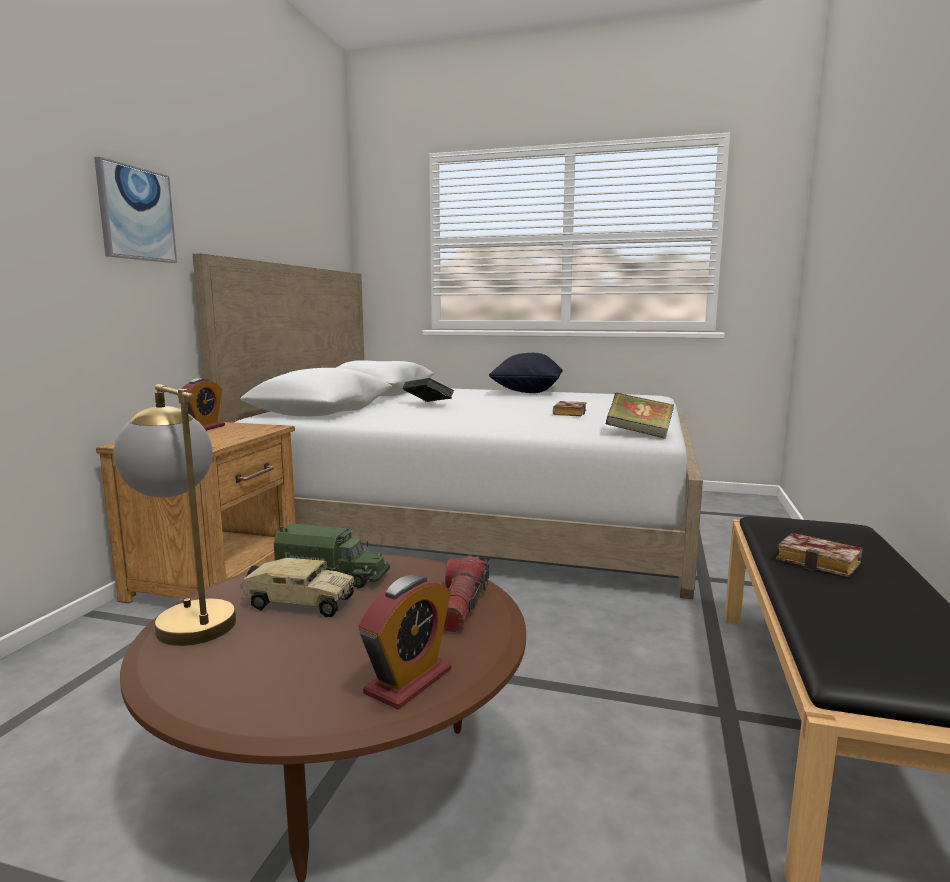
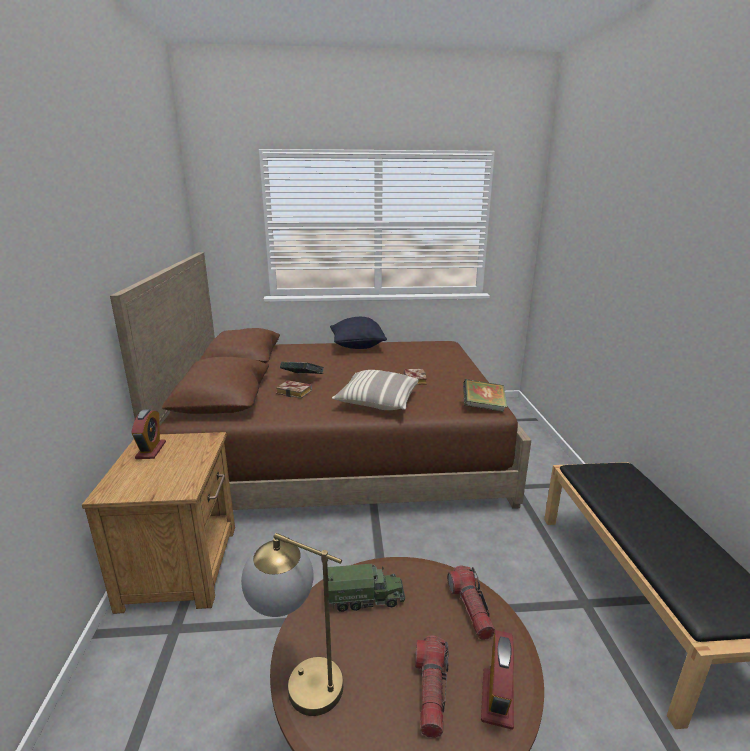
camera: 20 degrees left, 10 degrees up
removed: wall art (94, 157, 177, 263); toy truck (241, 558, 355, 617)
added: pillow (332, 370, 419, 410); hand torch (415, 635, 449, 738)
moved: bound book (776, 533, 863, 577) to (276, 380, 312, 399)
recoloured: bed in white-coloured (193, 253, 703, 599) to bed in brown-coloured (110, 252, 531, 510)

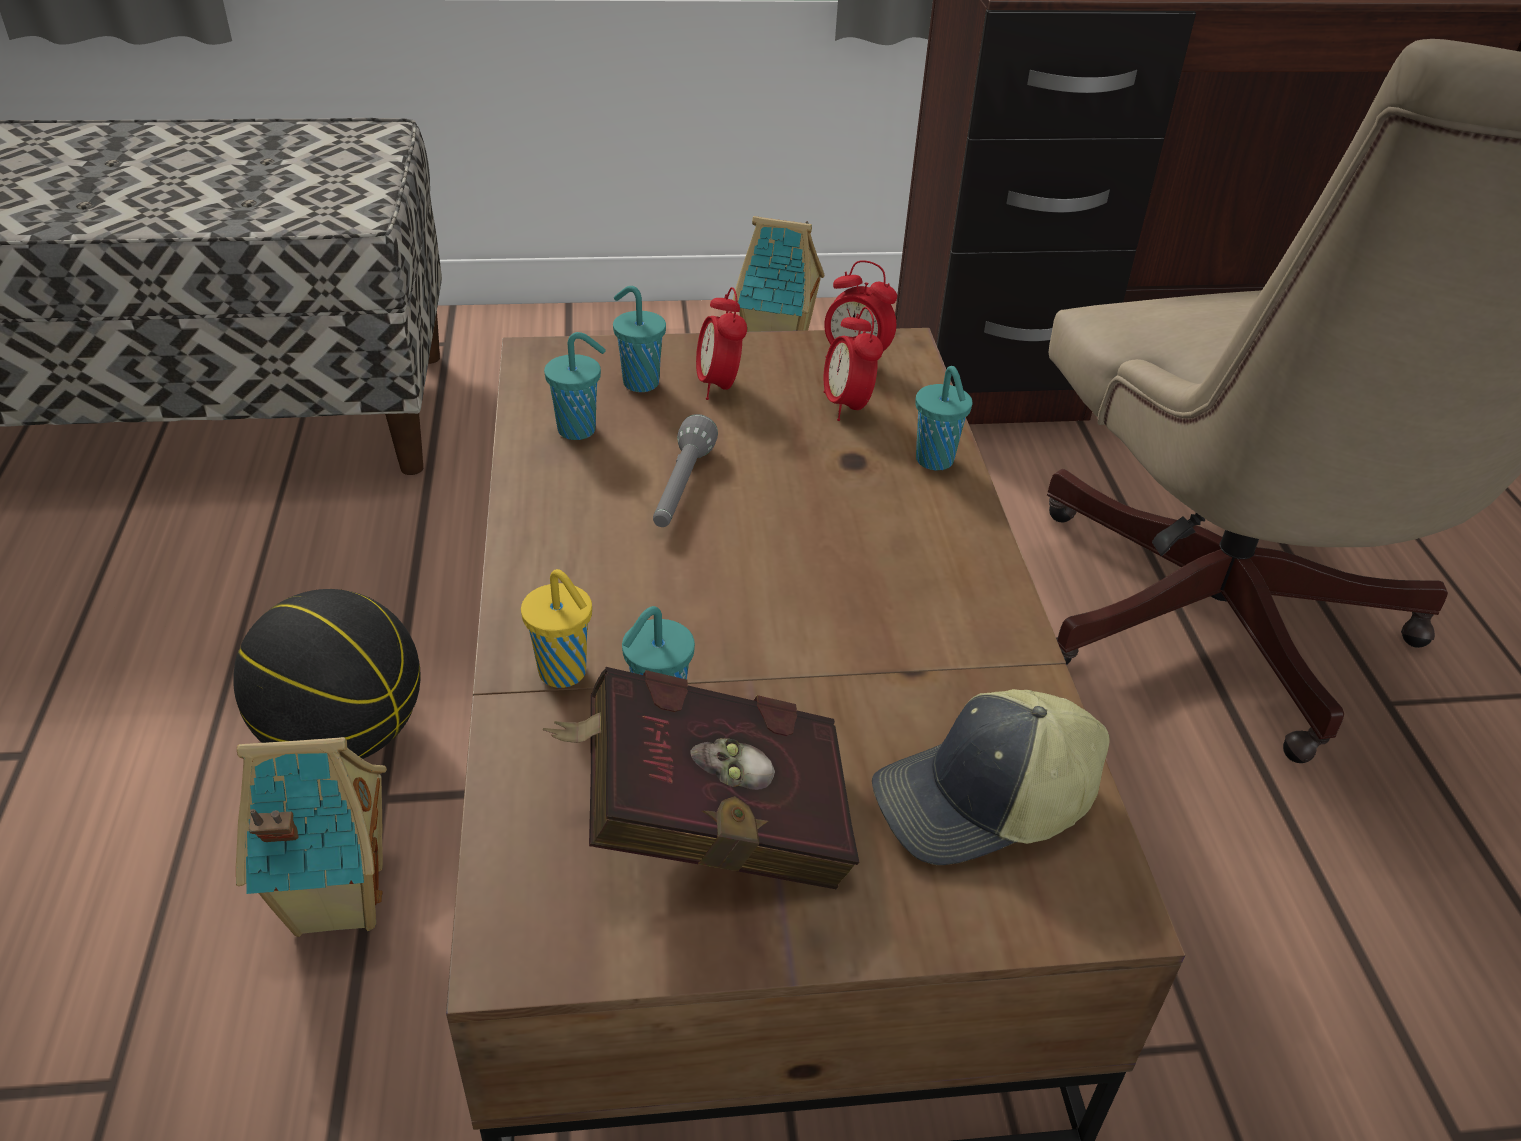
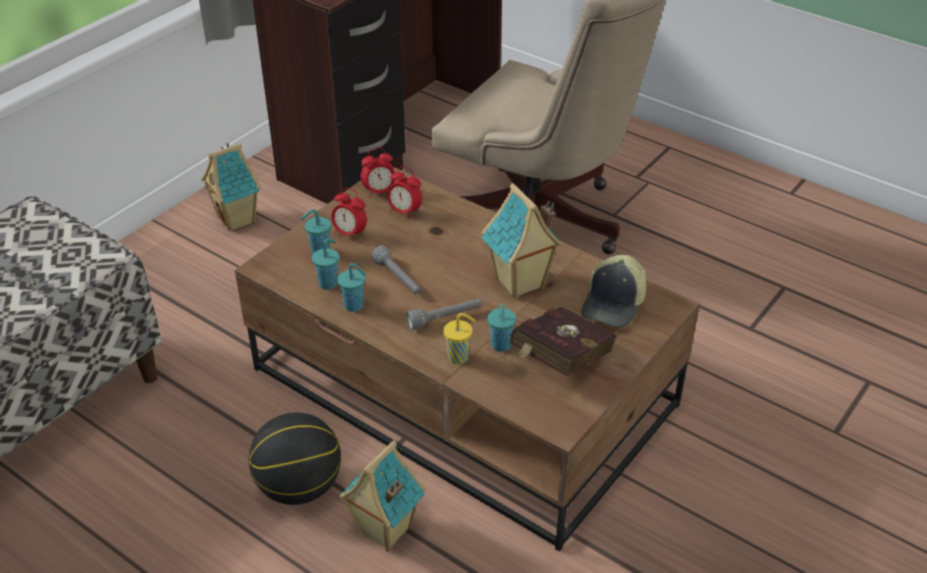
camera: 45 degrees left, 0 degrees up
added: toy house (482, 183, 563, 299); hand torch in grey (406, 299, 482, 330)
moved: drinking cup in turquoise (915, 366, 972, 471) to (337, 263, 366, 312)

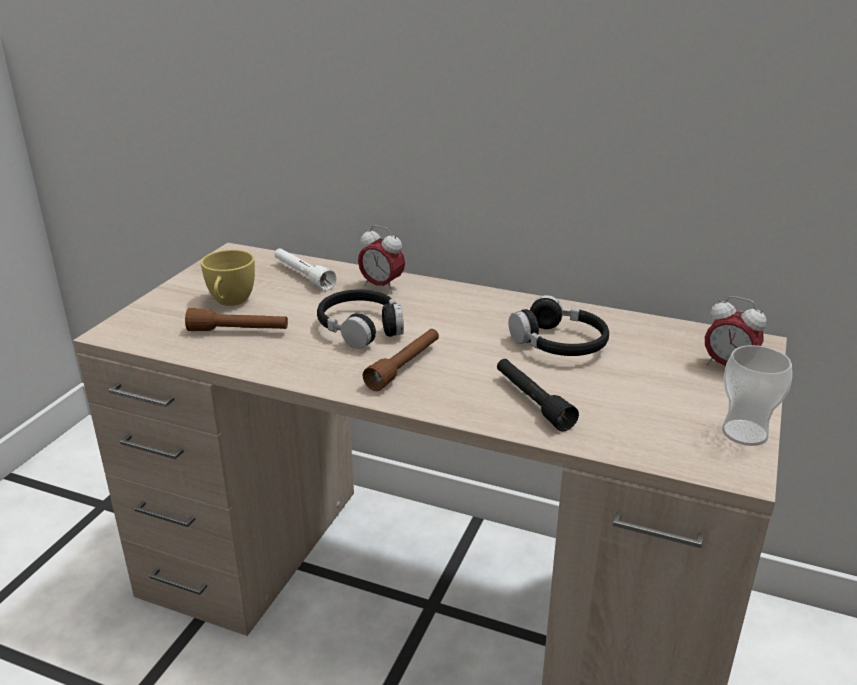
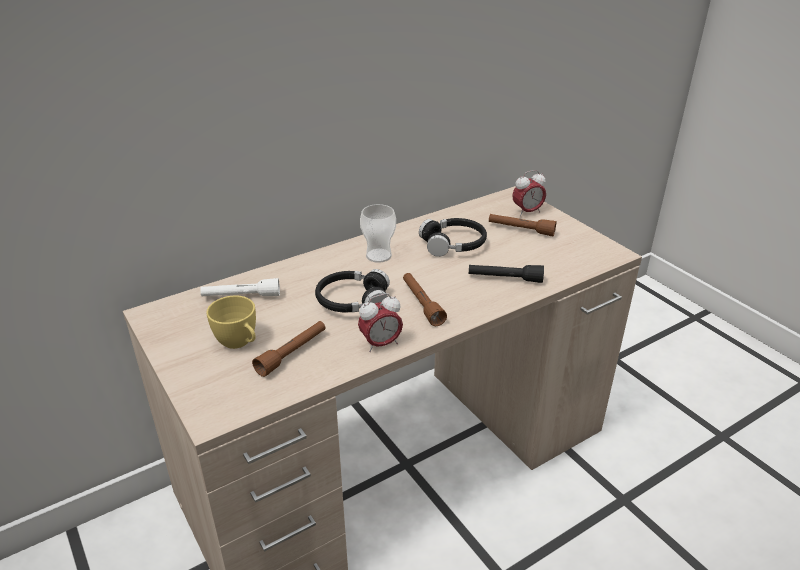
camera: 55 degrees left, 5 degrees up
added: hand torch in brown-coloured (489, 214, 556, 236)
moved: alarm clock (358, 225, 405, 293) to (358, 293, 403, 352); drinking cup (722, 345, 792, 446) to (360, 204, 396, 263)

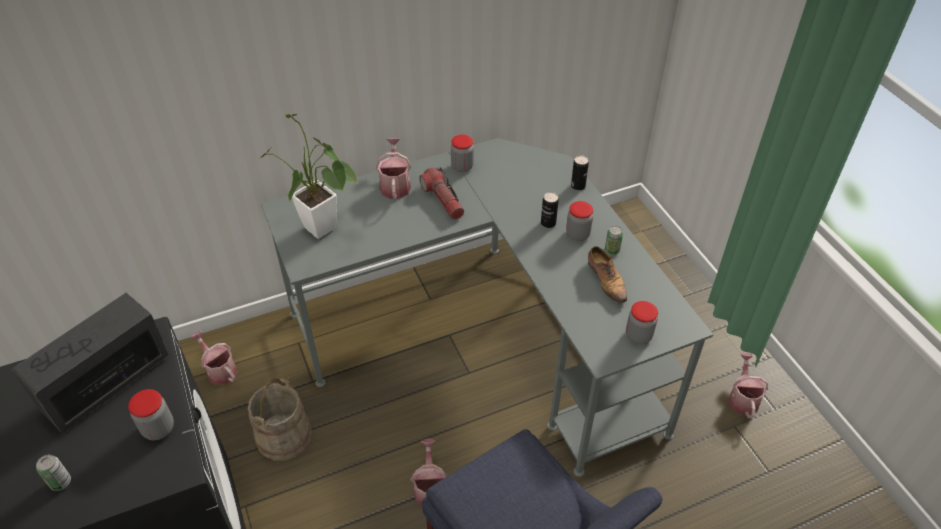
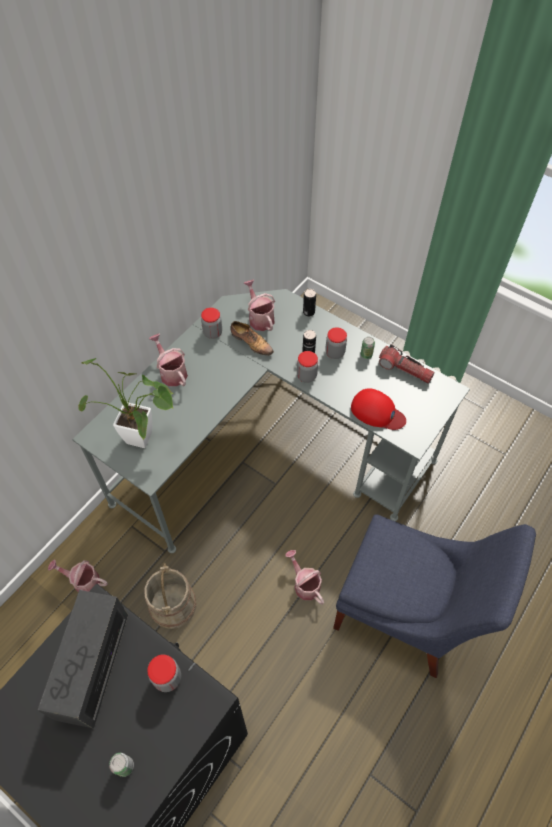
camera: 30 degrees left, 10 degrees up
added: cap in reddish (351, 388, 406, 430)
moved: hand torch (419, 167, 464, 220) to (379, 344, 435, 384); item of footwear (588, 246, 627, 303) to (230, 321, 274, 356); jar (626, 301, 658, 344) to (297, 351, 318, 383); sprinkling can (728, 353, 768, 419) to (243, 280, 275, 331)

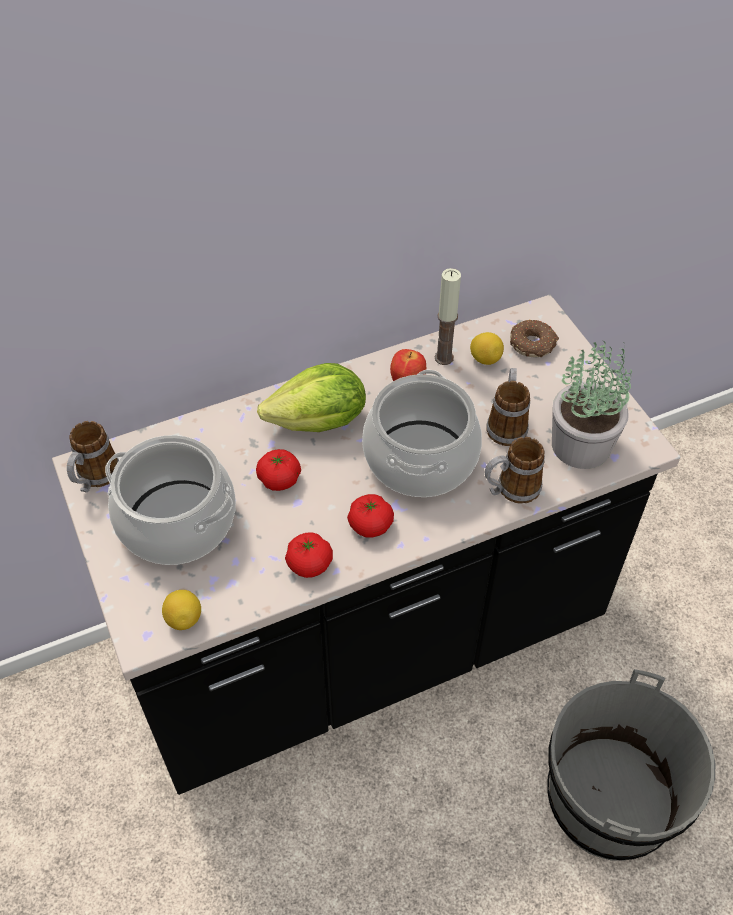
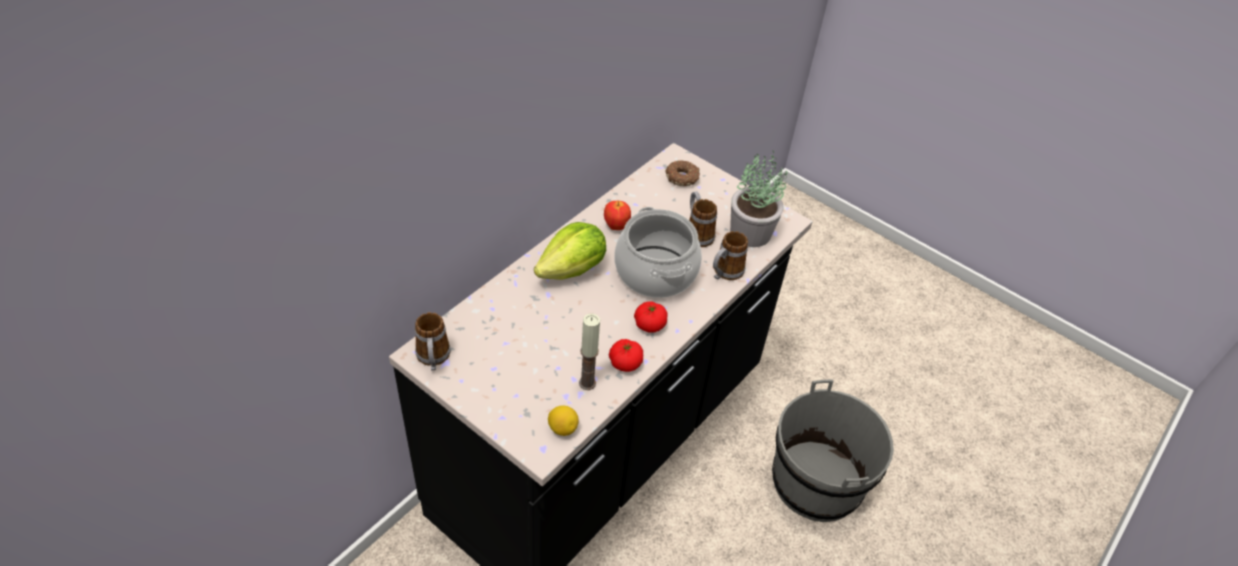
camera: 30 degrees left, 5 degrees down
removed: whole lemon (470, 332, 504, 365); cooking pot (105, 435, 236, 565); whole tomato (256, 449, 301, 491)
moved: wax candle (435, 268, 461, 365) to (579, 313, 600, 390)

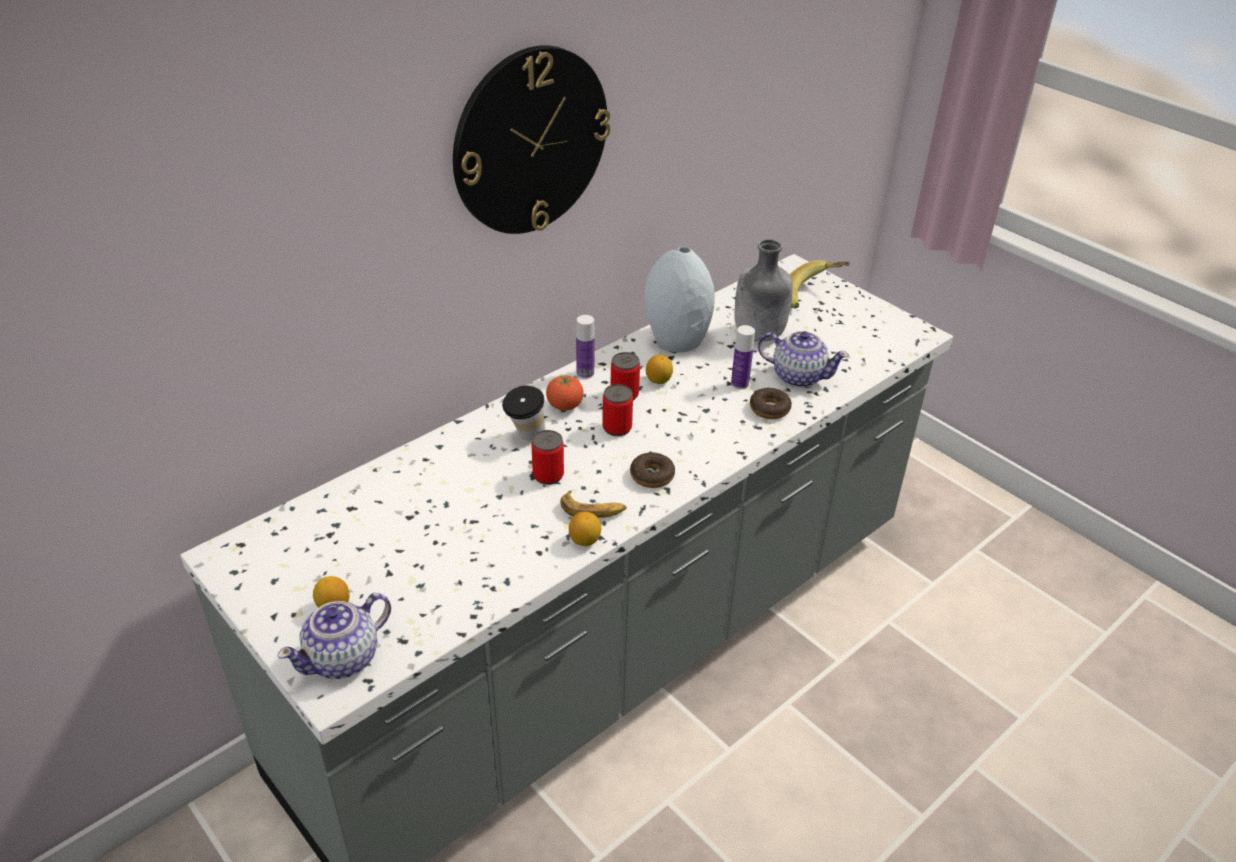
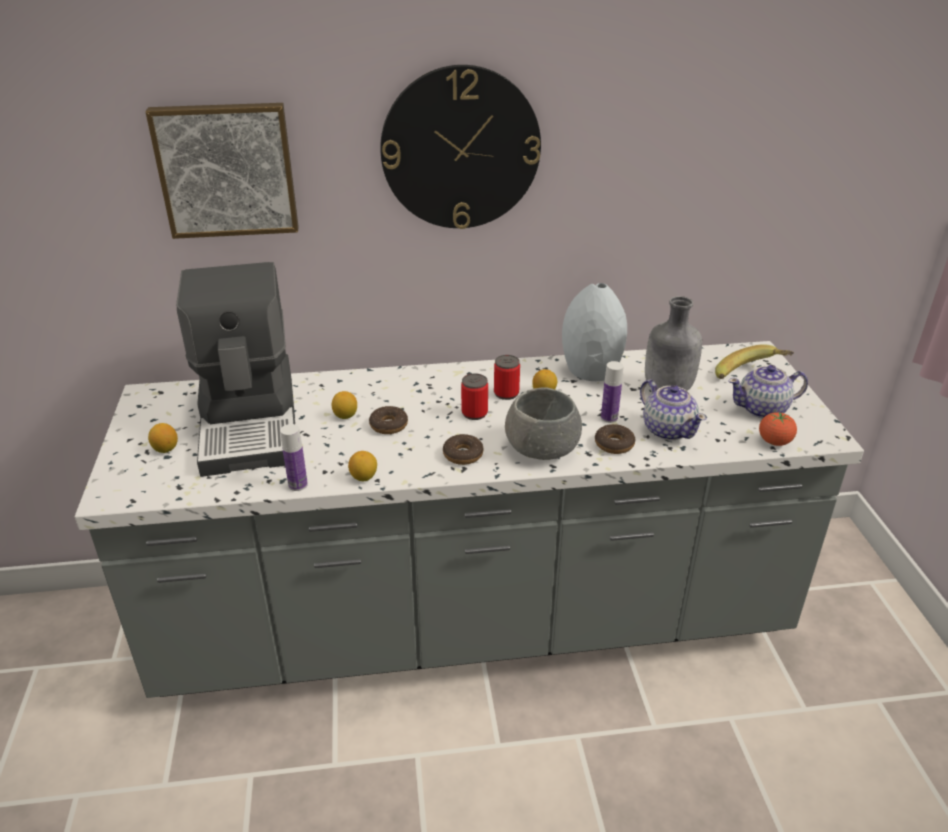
camera: 35 degrees right, 5 degrees down
removed: drinking cup (502, 386, 545, 442); banana (560, 491, 627, 518)
added: wall art (145, 103, 299, 239); coffee maker (176, 262, 295, 477); serving bowl in grey (505, 388, 582, 460); whole lemon (332, 391, 357, 419)
moved: bottle (576, 315, 595, 379) to (280, 424, 308, 491); whole tomato (546, 375, 584, 411) to (759, 412, 797, 446); pot for tea (278, 593, 391, 679) to (728, 365, 808, 418)
replaced: metal can (531, 430, 564, 485) to doughnut (369, 406, 408, 434)

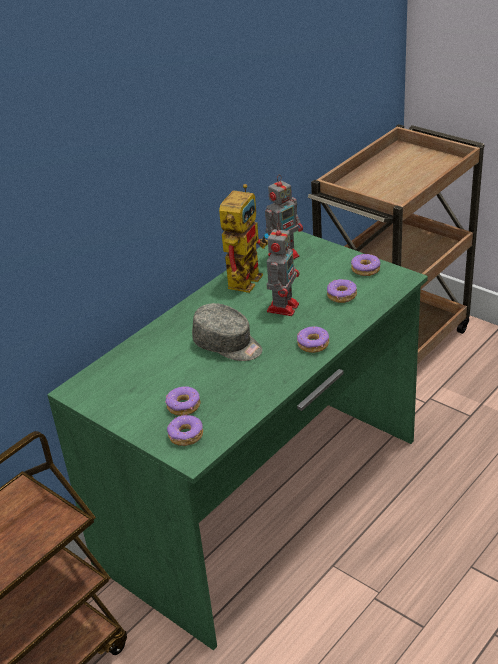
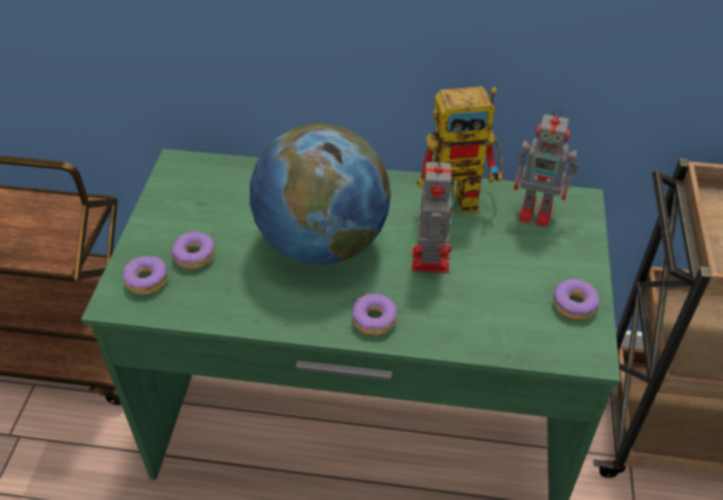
camera: 55 degrees right, 10 degrees up
removed: doughnut (327, 279, 357, 303)
replaced: cap in grey (192, 303, 262, 361) to globe (250, 123, 391, 265)
turned: robot figure (267, 223, 300, 316) = (411, 156, 452, 273) 75 degrees counterclockwise

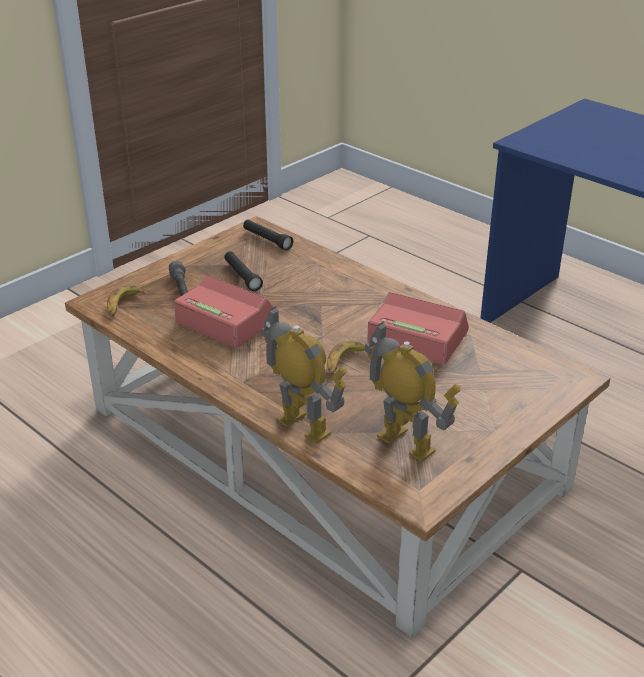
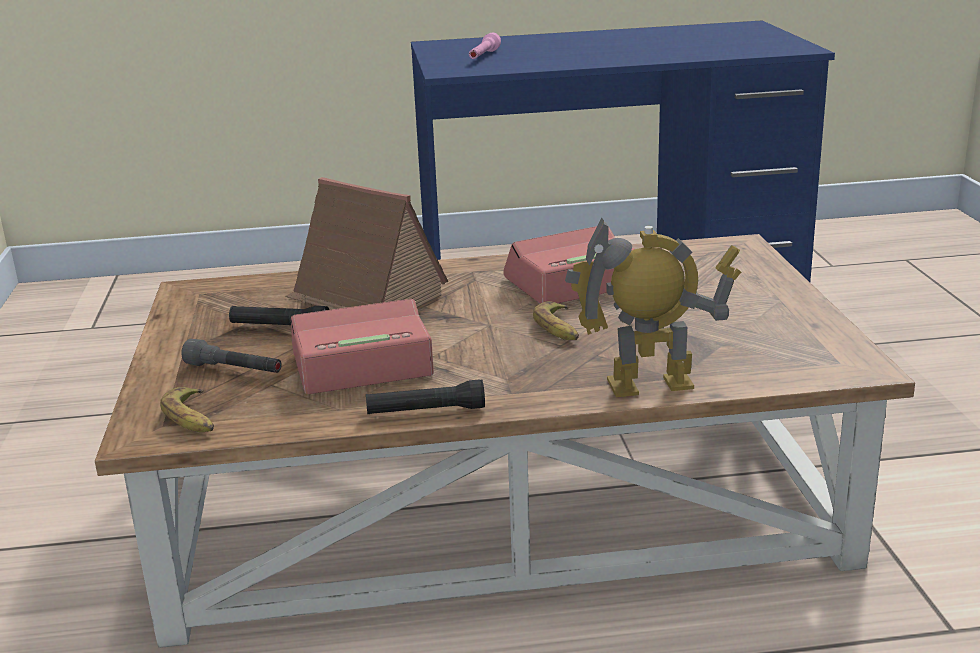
camera: 50 degrees left, 10 degrees down
removed: robot figure (364, 322, 461, 462)
added: hand torch in pink-coloured (469, 33, 501, 59); toy house (285, 177, 448, 310)
moved: hand torch in blackish (243, 220, 293, 251) to (366, 379, 485, 414)

